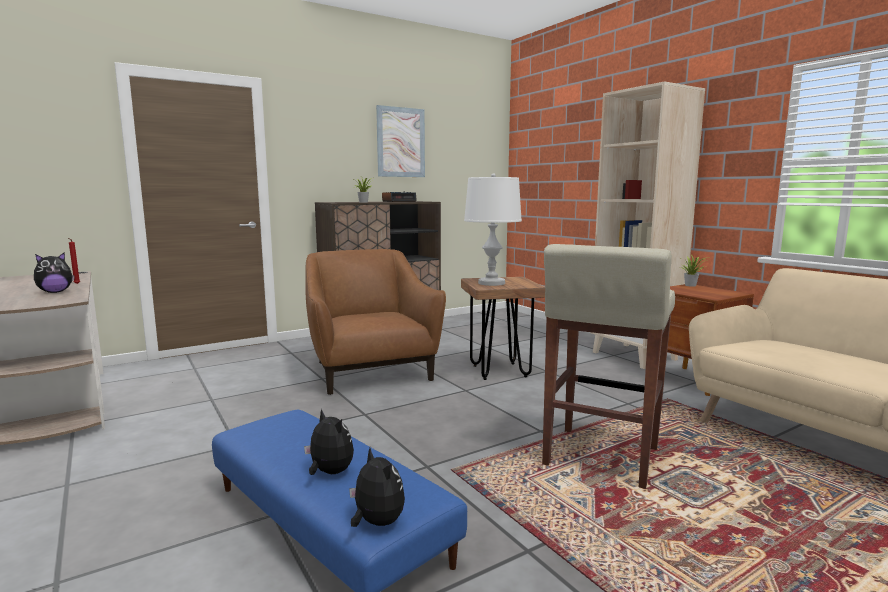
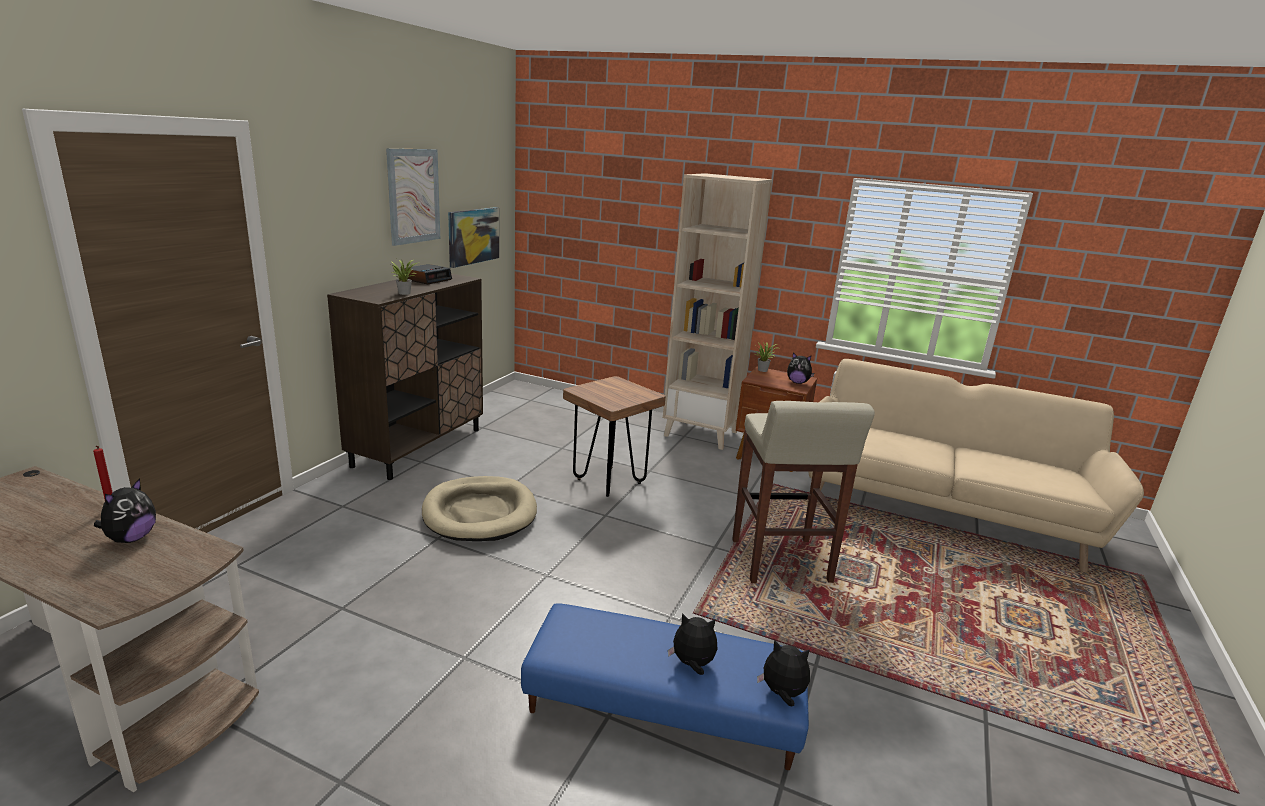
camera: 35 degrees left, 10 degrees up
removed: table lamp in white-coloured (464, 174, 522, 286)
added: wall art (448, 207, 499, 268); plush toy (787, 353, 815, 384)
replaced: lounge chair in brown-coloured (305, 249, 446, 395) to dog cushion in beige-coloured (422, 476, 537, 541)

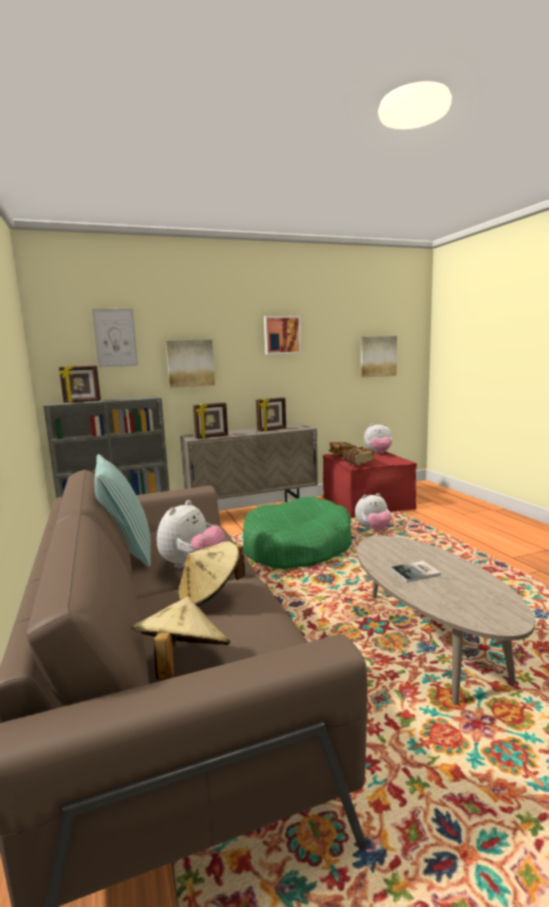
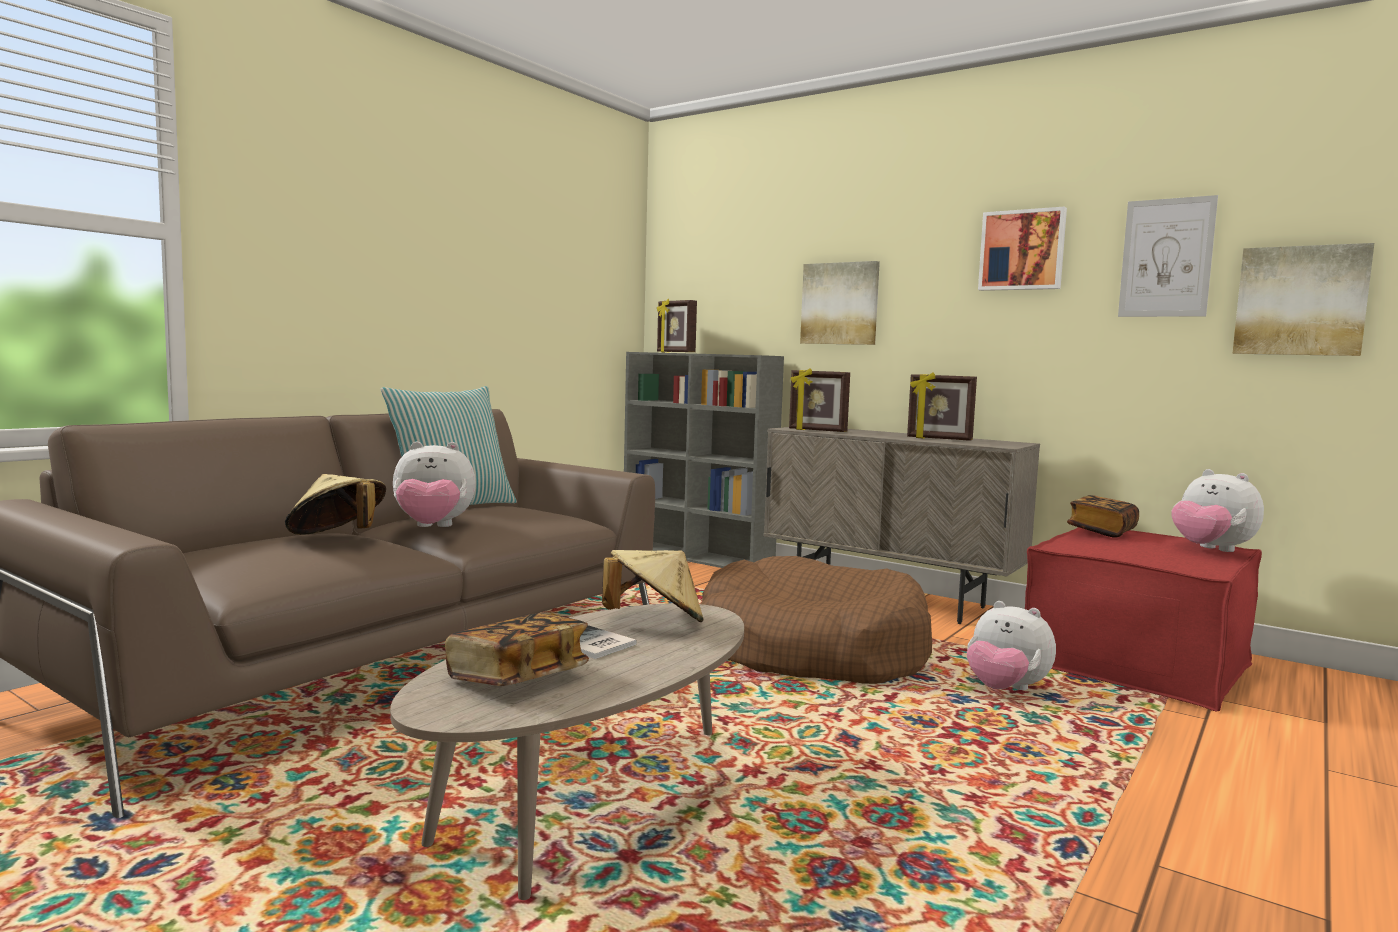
camera: 55 degrees right, 5 degrees down
moved: wall art (92, 309, 138, 367) to (1118, 195, 1218, 317); bound book (343, 447, 375, 466) to (445, 613, 589, 686); clothing hat in beige-coloured (132, 597, 230, 681) to (602, 550, 704, 622)
recoloured: dog cushion in greenish (243, 497, 352, 569) to dog cushion in brown-coloured (701, 556, 932, 684)

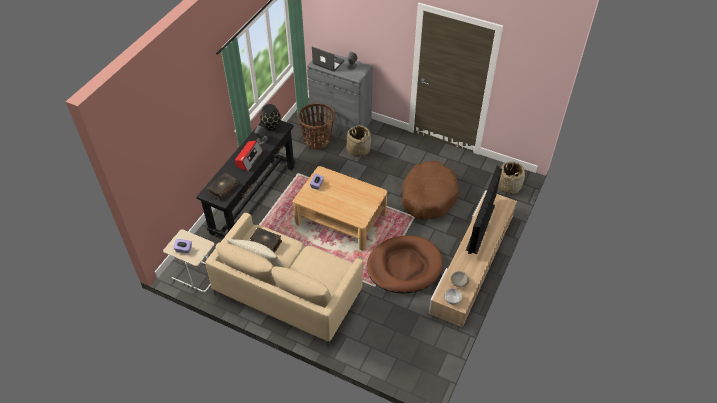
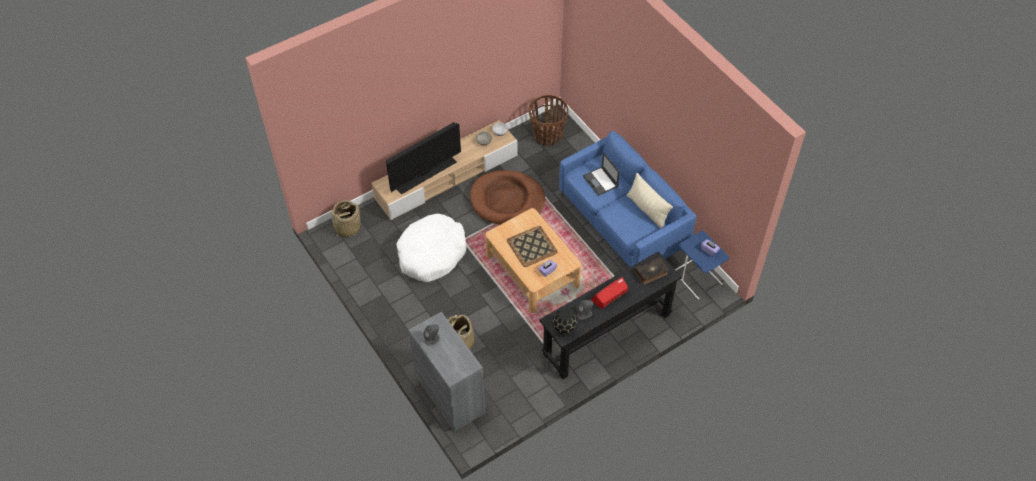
camera: 150 degrees left, 5 degrees up
removed: bound book (250, 227, 282, 253)
added: serving tray (507, 226, 558, 267)
moved: notebook computer (312, 47, 345, 72) to (583, 152, 620, 196); basket (298, 103, 335, 149) to (528, 95, 568, 146)
recoloured: dog cushion in brown-coloured (402, 161, 459, 220) to dog cushion in white-coloured (396, 214, 467, 282); sofa in beige-coloured (205, 213, 363, 347) to sofa in blue-coloured (559, 131, 696, 267); end table in beige-coloured (163, 229, 214, 292) to end table in blue-coloured (675, 231, 729, 299)

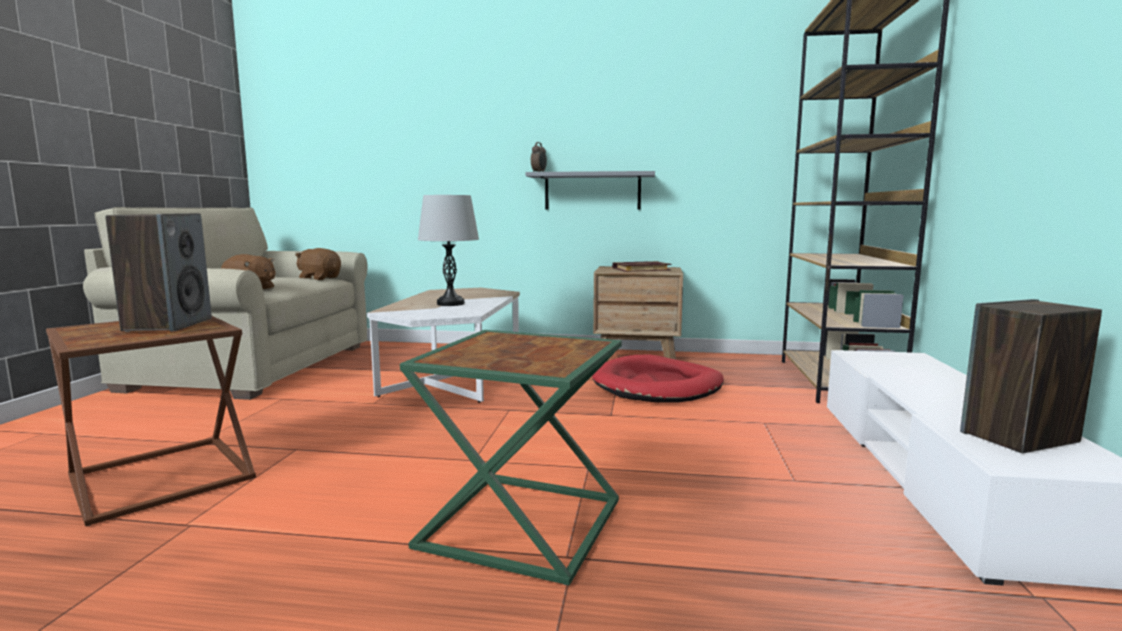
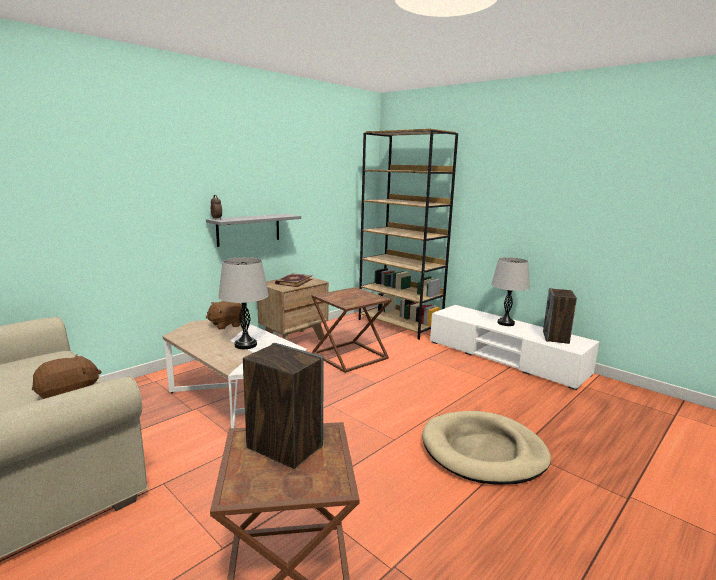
camera: 55 degrees left, 5 degrees up
added: table lamp in grey (491, 257, 530, 326)
moved: plush toy in brown-coloured (295, 248, 341, 280) to (206, 301, 244, 330)
replaced: end table in greenish (400, 330, 622, 585) to dog cushion in beige-coloured (422, 411, 551, 485); dog cushion in reddish (592, 354, 724, 402) to end table in brown-coloured (312, 287, 391, 373)

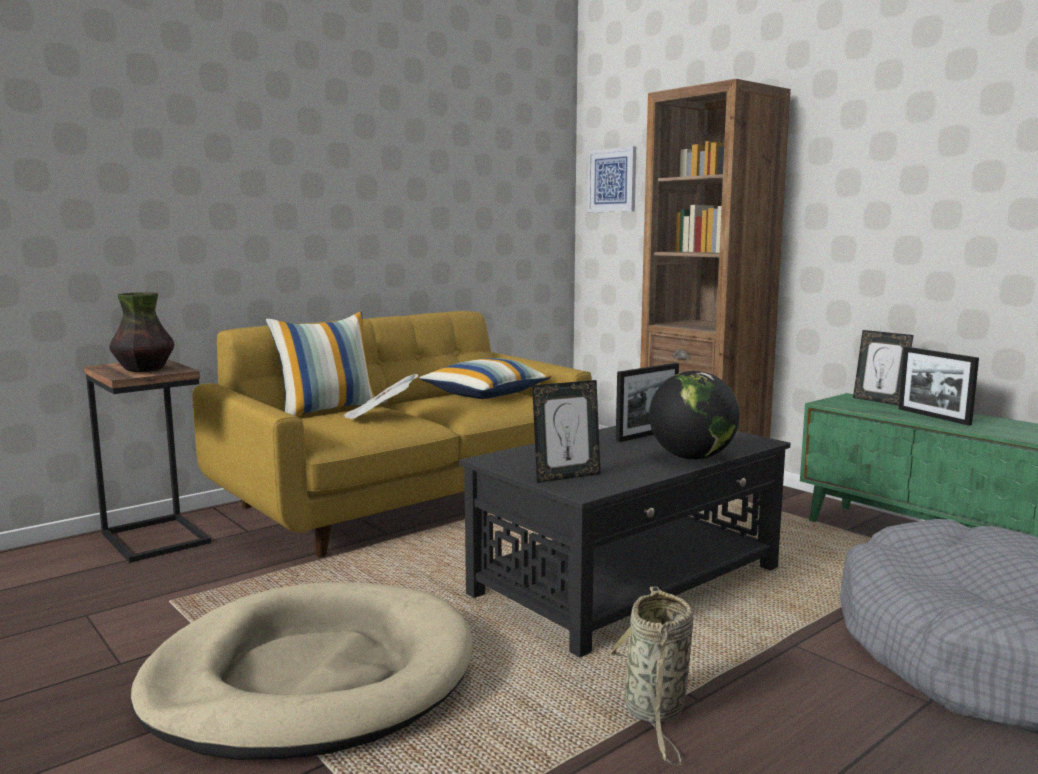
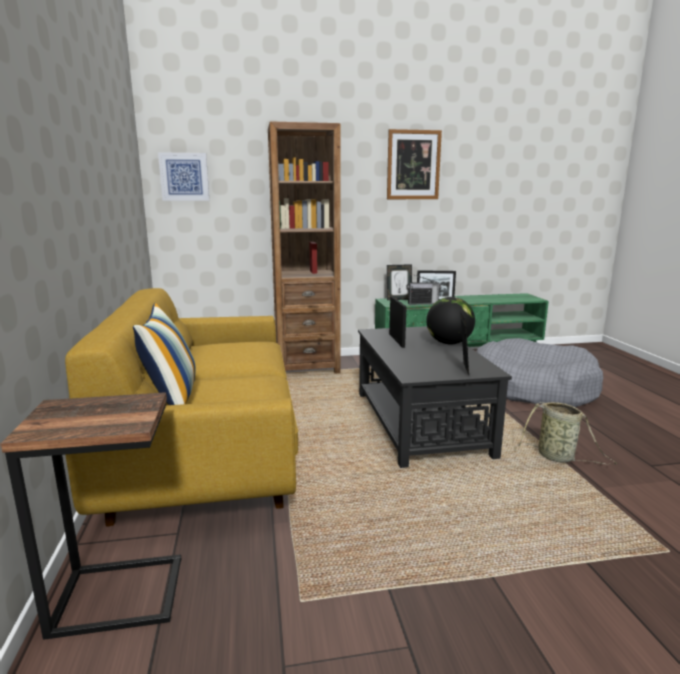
camera: 60 degrees left, 5 degrees up
removed: decorative vase (109, 292, 174, 372); pillow (419, 358, 551, 399); printed paper (344, 374, 418, 420); dog cushion in beige-coloured (130, 582, 473, 760)
added: wall art (387, 129, 442, 199); radio (406, 274, 441, 304)

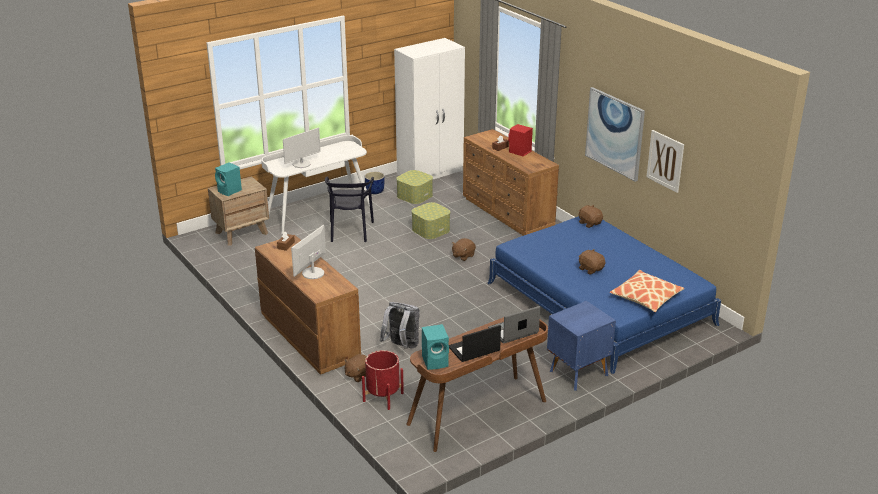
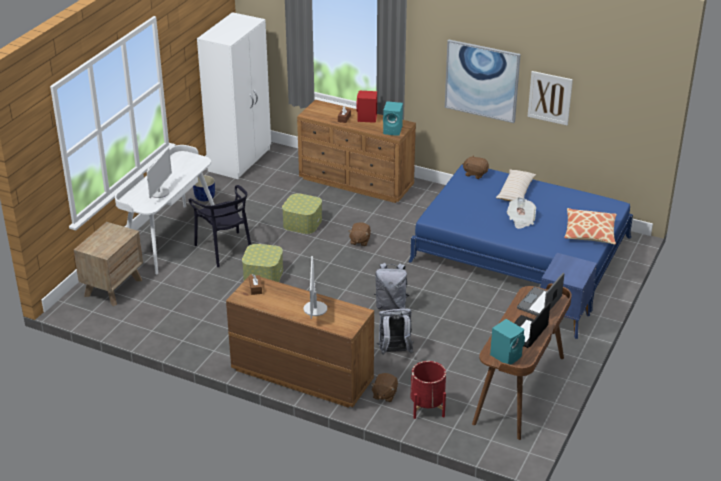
camera: 30 degrees left, 5 degrees up
added: pillow in beige-coloured (496, 169, 536, 201); backpack in grey (374, 263, 409, 310)
moved: loudspeaker in turquoise (215, 162, 242, 196) to (383, 101, 403, 135); storage box (396, 170, 433, 204) to (242, 244, 283, 282)
replaced: plush toy in brown-coloured (579, 249, 605, 275) to printed paper (507, 197, 536, 229)

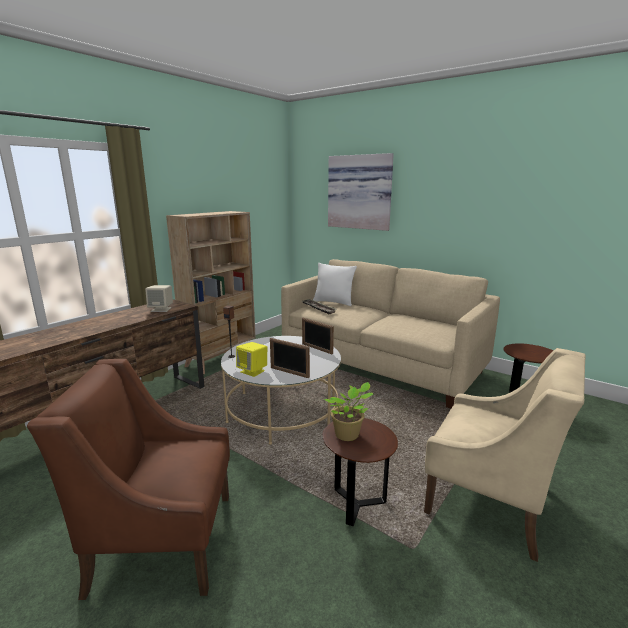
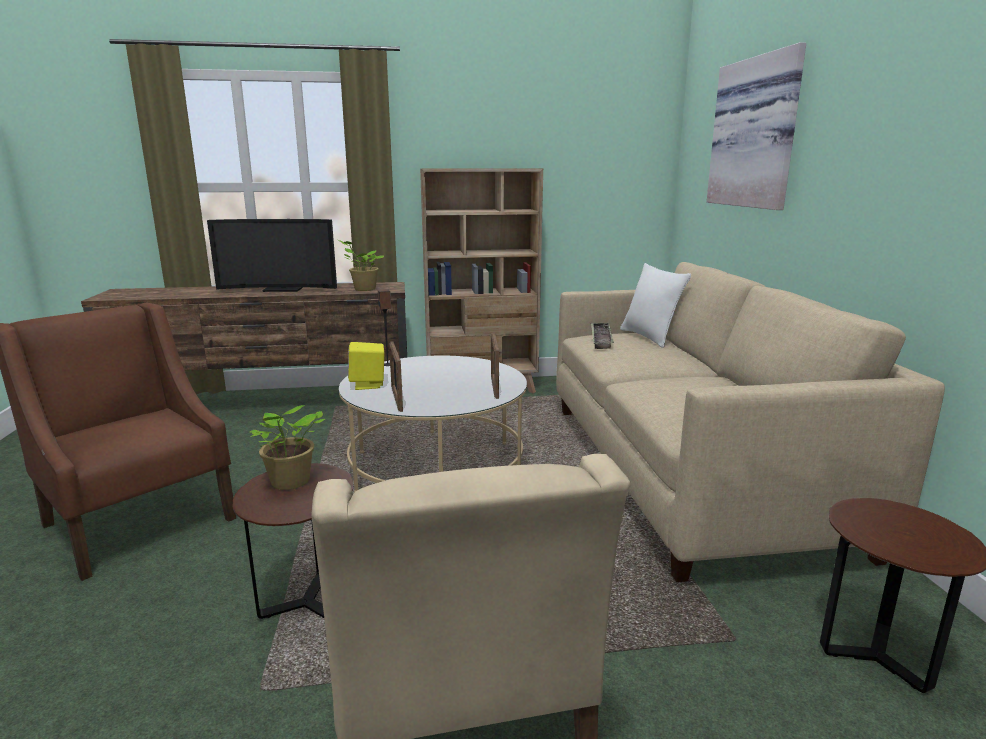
camera: 45 degrees right, 0 degrees up
added: TV (207, 219, 337, 292)
replaced: loudspeaker in beige-coloured (145, 285, 173, 312) to plant in a pot (338, 240, 384, 291)

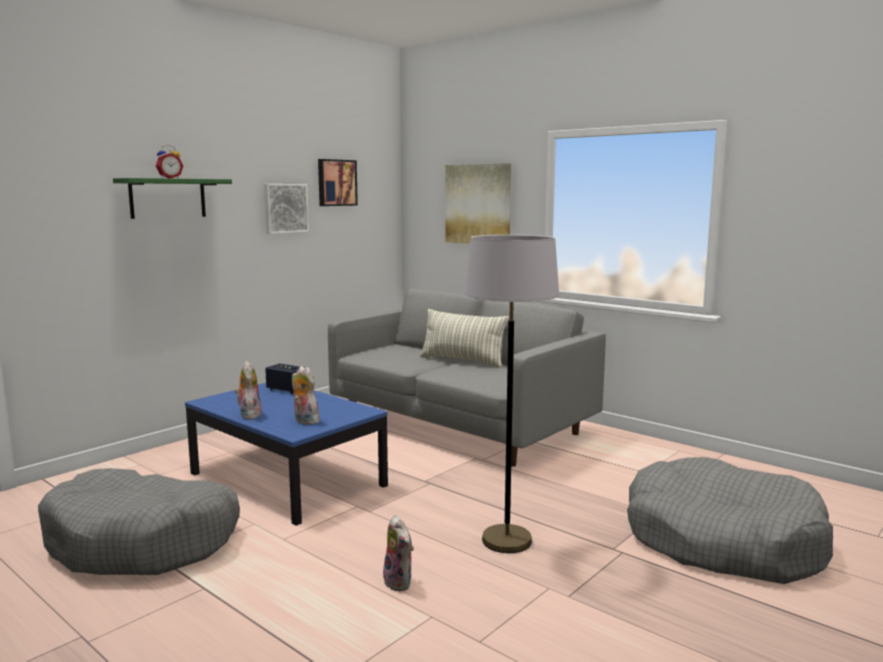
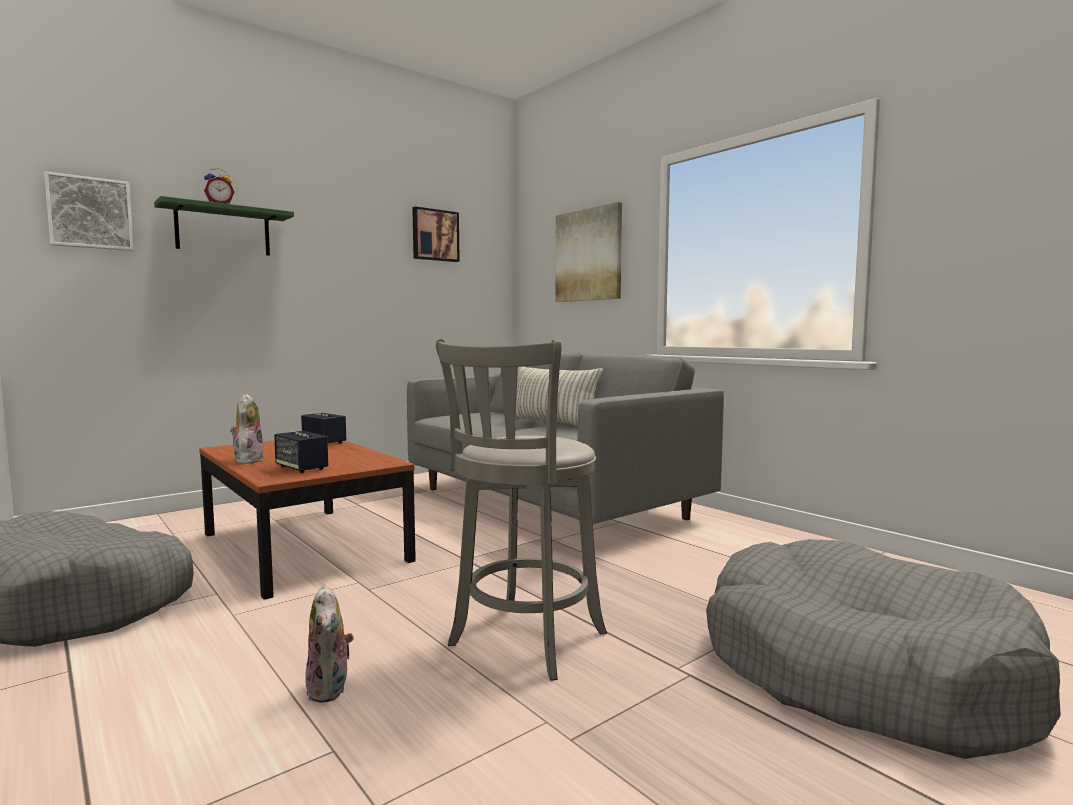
camera: 10 degrees right, 5 degrees down
moved: wall art (264, 184, 309, 234) to (44, 171, 134, 251)
replaced: standing lamp in grey (465, 235, 559, 553) to sitting stool in grey (436, 339, 607, 681); plush toy (292, 366, 319, 425) to loudspeaker (274, 431, 328, 473)
recoloured: low table in blue-coloured (185, 383, 388, 526) to low table in brown-coloured (199, 440, 416, 600)

